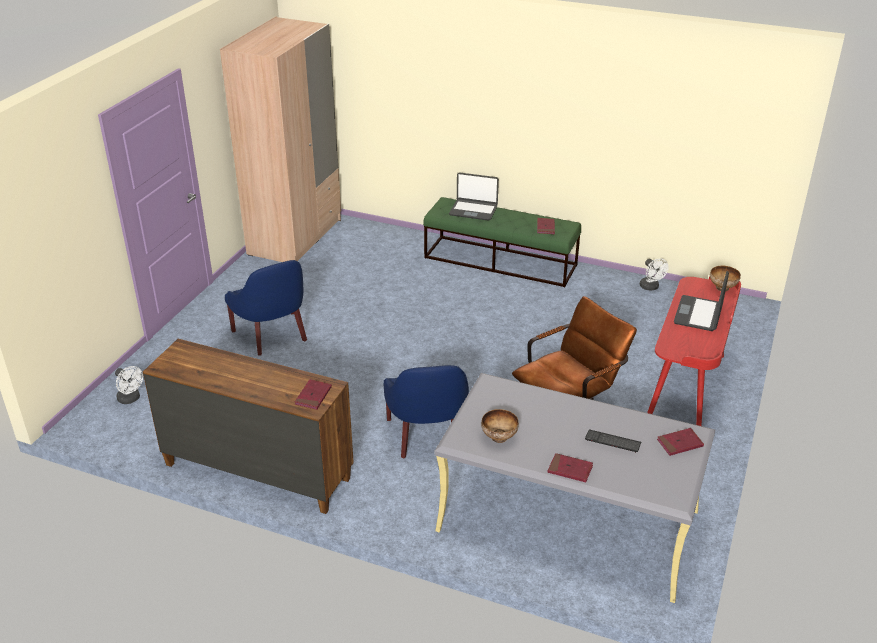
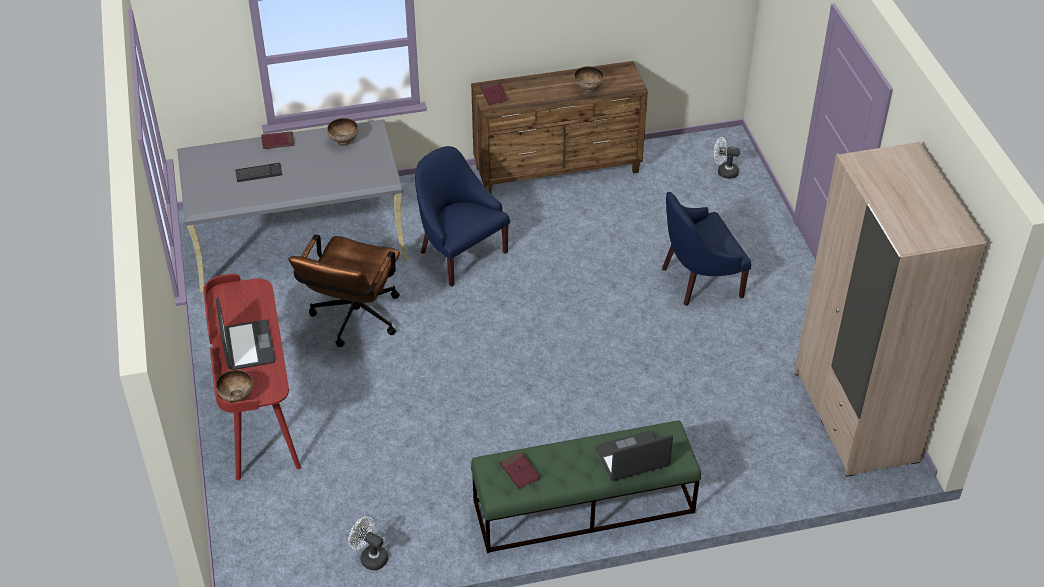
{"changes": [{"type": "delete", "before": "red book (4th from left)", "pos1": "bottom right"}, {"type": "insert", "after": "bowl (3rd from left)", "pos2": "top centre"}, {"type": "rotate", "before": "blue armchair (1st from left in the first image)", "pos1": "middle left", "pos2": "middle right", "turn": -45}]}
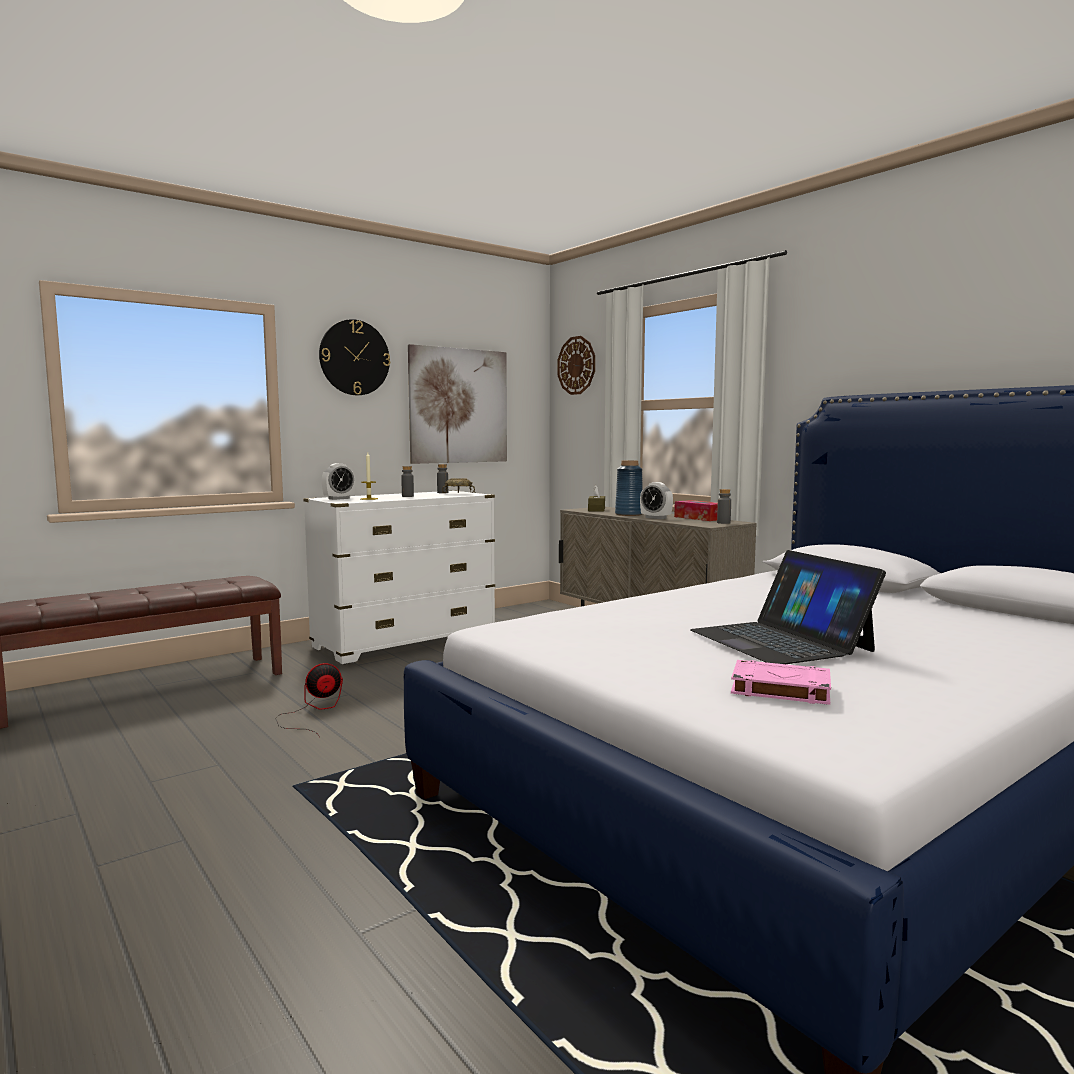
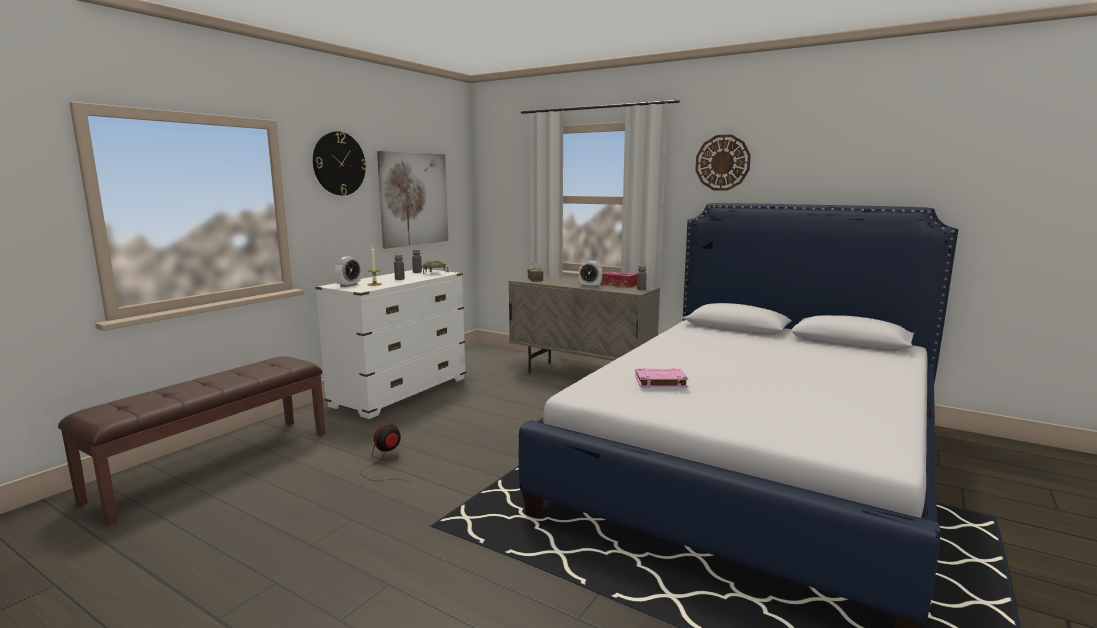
{"changes": [{"type": "delete", "before": "blue vase", "pos1": "centre"}, {"type": "delete", "before": "laptop", "pos1": "middle right"}, {"type": "move", "before": "wall clock (2nd from left)", "pos1": "centre", "pos2": "top centre"}, {"type": "move", "before": "pink book", "pos1": "middle right", "pos2": "centre"}]}
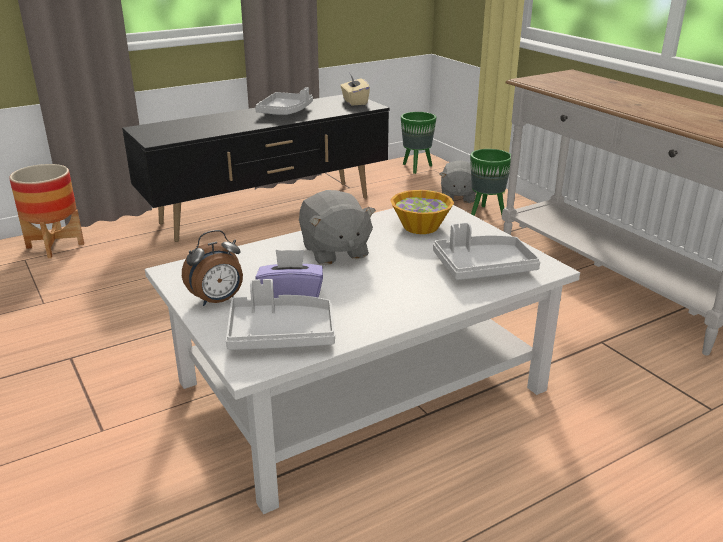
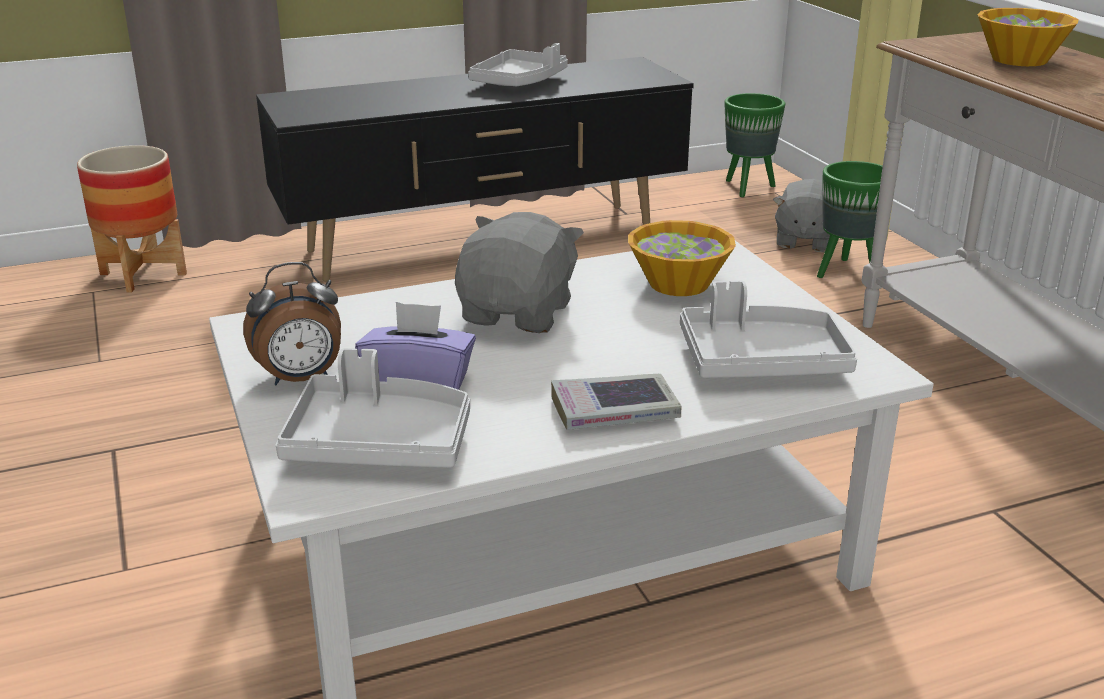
{"changes": [{"type": "delete", "before": "beige tissue box", "pos1": "top centre"}, {"type": "insert", "after": "book", "pos2": "centre"}, {"type": "insert", "after": "bowl (2nd from left)", "pos2": "top right"}, {"type": "rotate", "before": "grey plush toy (1st from left)", "pos1": "centre", "pos2": "centre", "turn": -150}]}
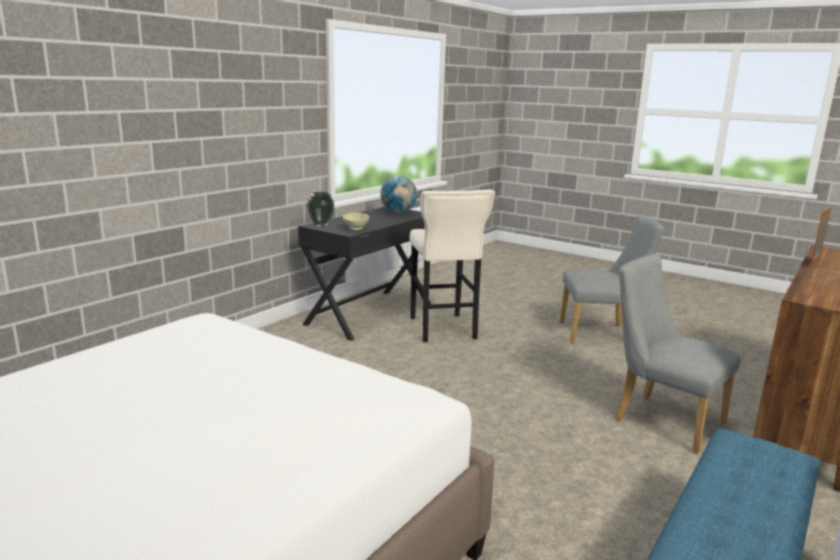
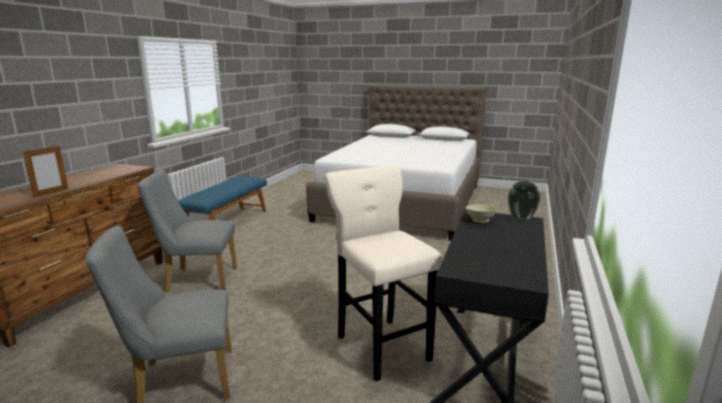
{"changes": [{"type": "delete", "before": "globe", "pos1": "centre"}, {"type": "rotate", "before": "grey chair (2nd from left)", "pos1": "middle right", "pos2": "middle left", "turn": 150}]}
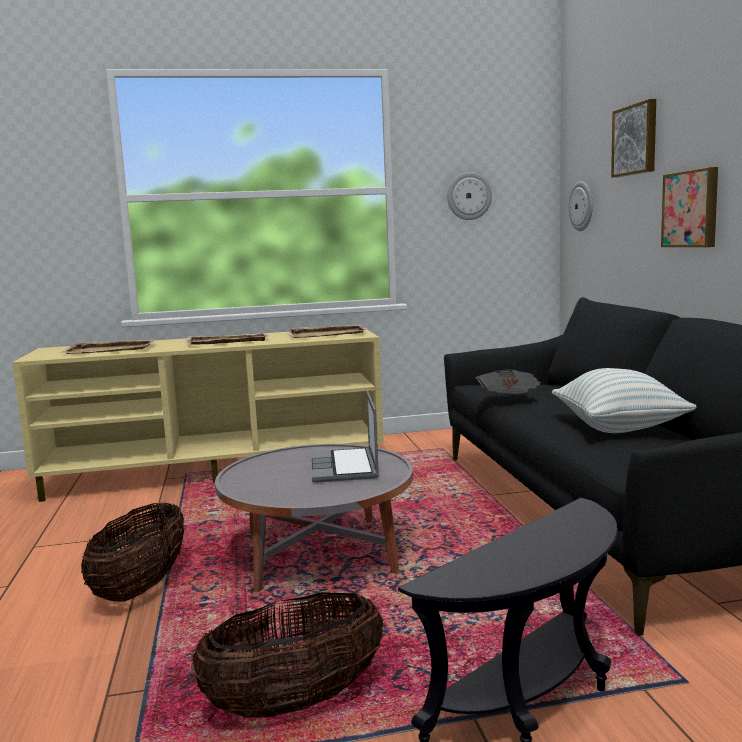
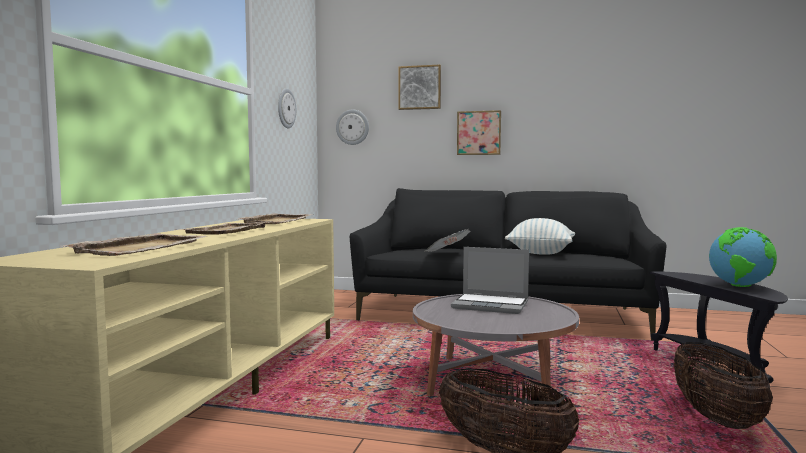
{"changes": [{"type": "insert", "after": "globe", "pos2": "middle right"}]}
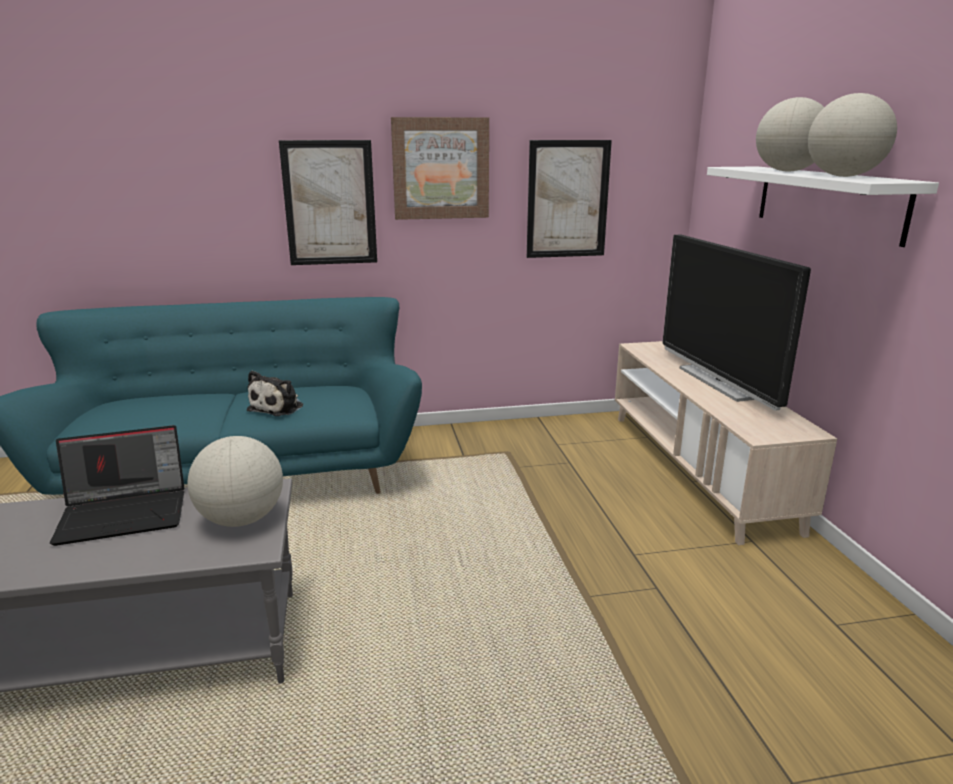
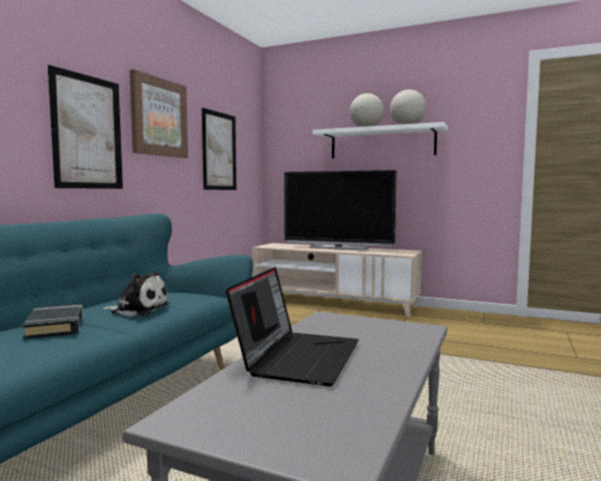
{"changes": [{"type": "delete", "before": "globe (1st from left)", "pos1": "middle left"}, {"type": "insert", "after": "black book", "pos2": "bottom left"}, {"type": "rotate", "before": "plush toy", "pos1": "middle left", "pos2": "middle left", "turn": -45}]}
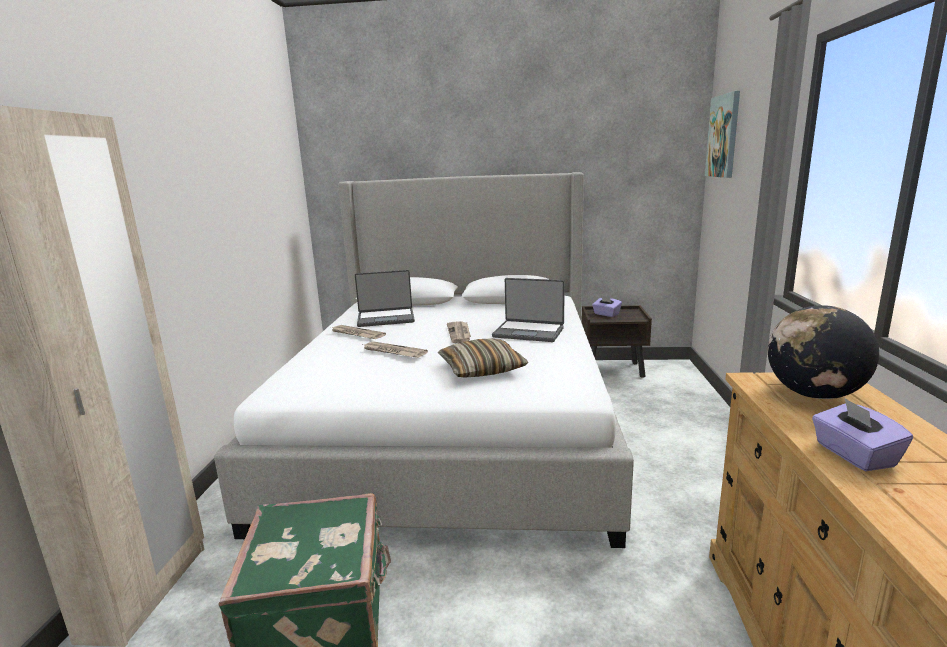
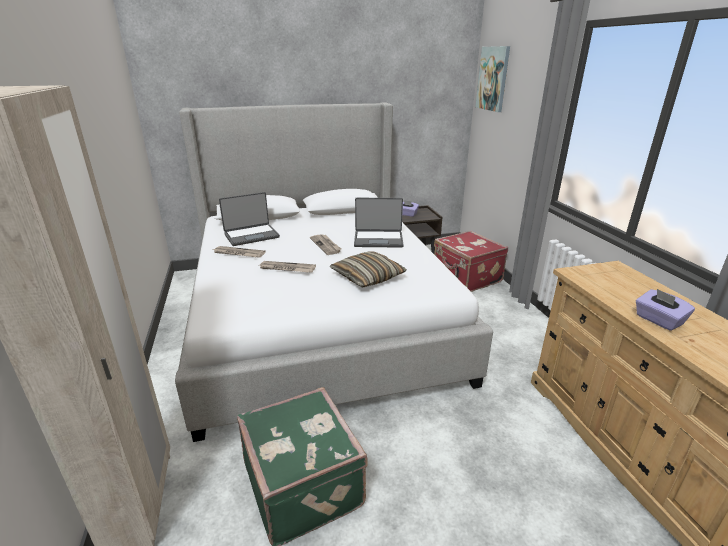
{"changes": [{"type": "delete", "before": "globe", "pos1": "middle right"}, {"type": "insert", "after": "red suitcase", "pos2": "centre"}]}
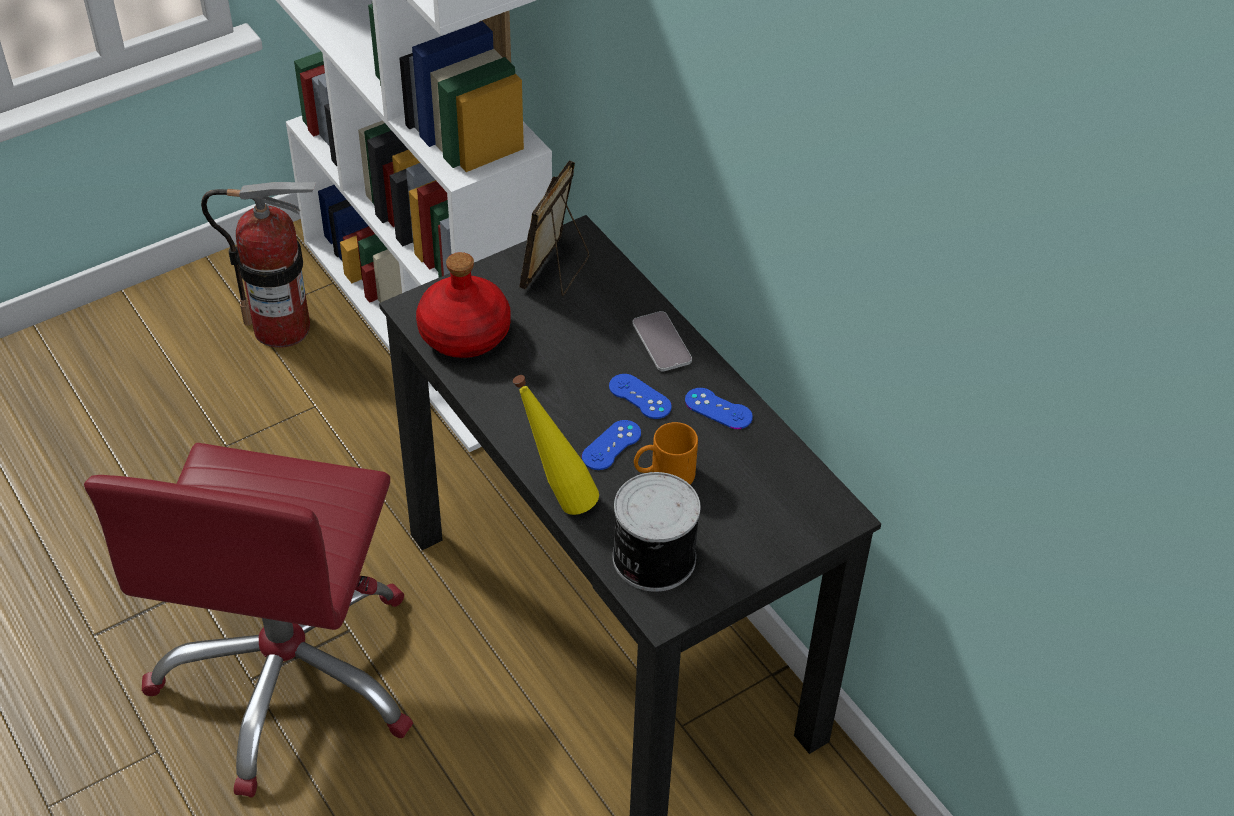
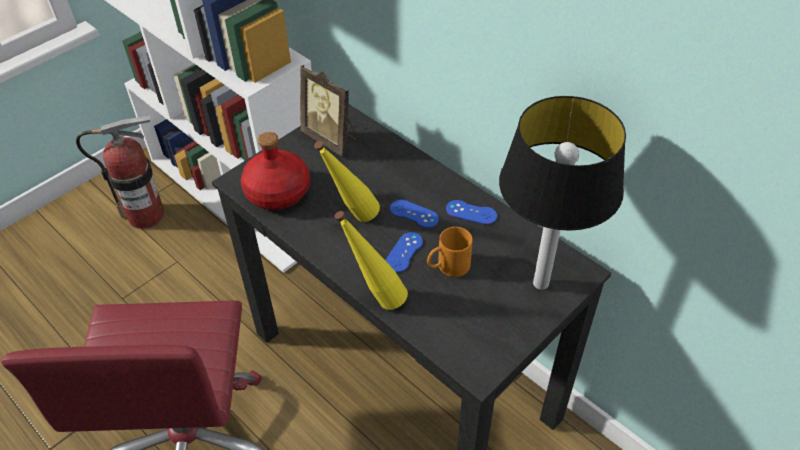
{"changes": [{"type": "delete", "before": "can", "pos1": "centre"}, {"type": "delete", "before": "phone", "pos1": "centre"}, {"type": "insert", "after": "yellow bottle (1st from left)", "pos2": "centre"}, {"type": "insert", "after": "table lamp", "pos2": "middle right"}, {"type": "rotate", "before": "picture frame", "pos1": "top centre", "pos2": "top centre", "turn": -60}]}
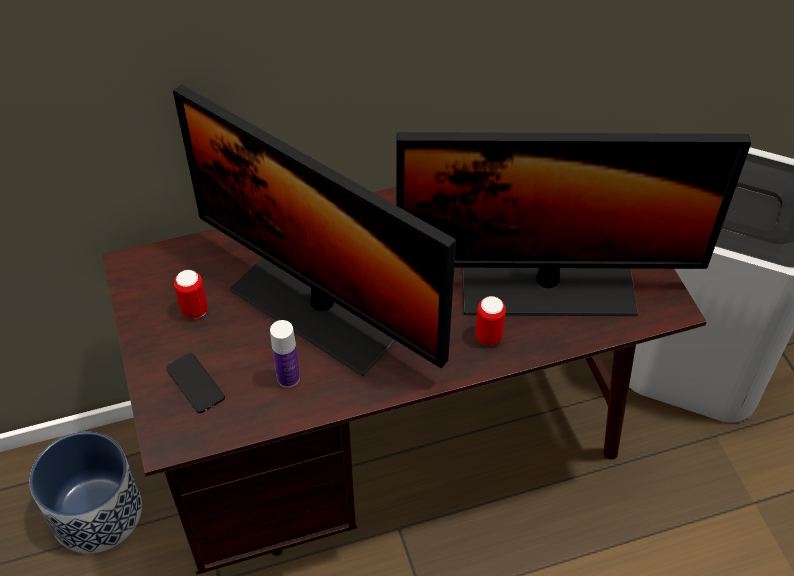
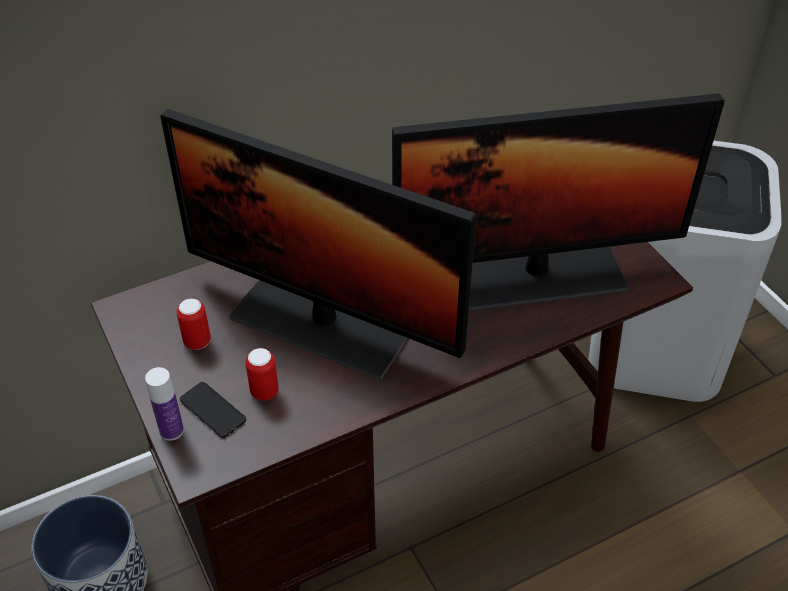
{"changes": [{"type": "move", "before": "bottle", "pos1": "centre", "pos2": "bottom left"}, {"type": "move", "before": "can (2nd from left)", "pos1": "centre", "pos2": "middle left"}]}
